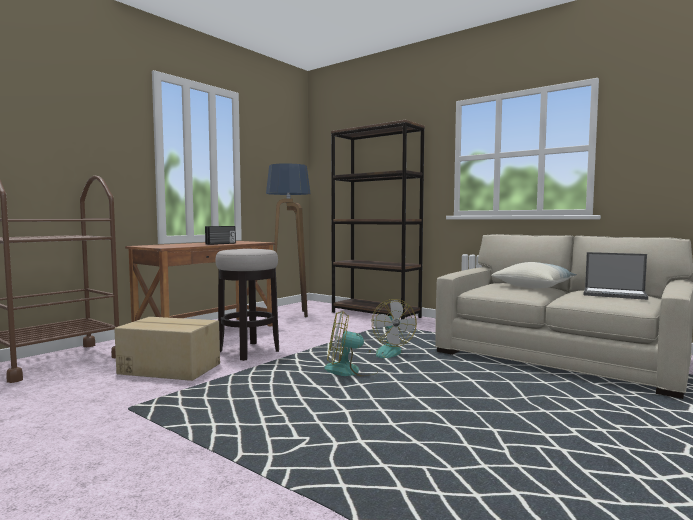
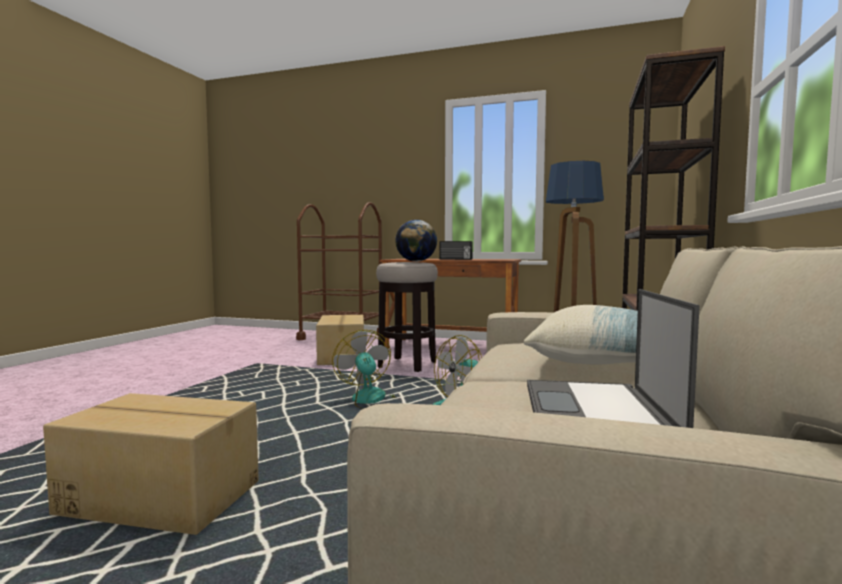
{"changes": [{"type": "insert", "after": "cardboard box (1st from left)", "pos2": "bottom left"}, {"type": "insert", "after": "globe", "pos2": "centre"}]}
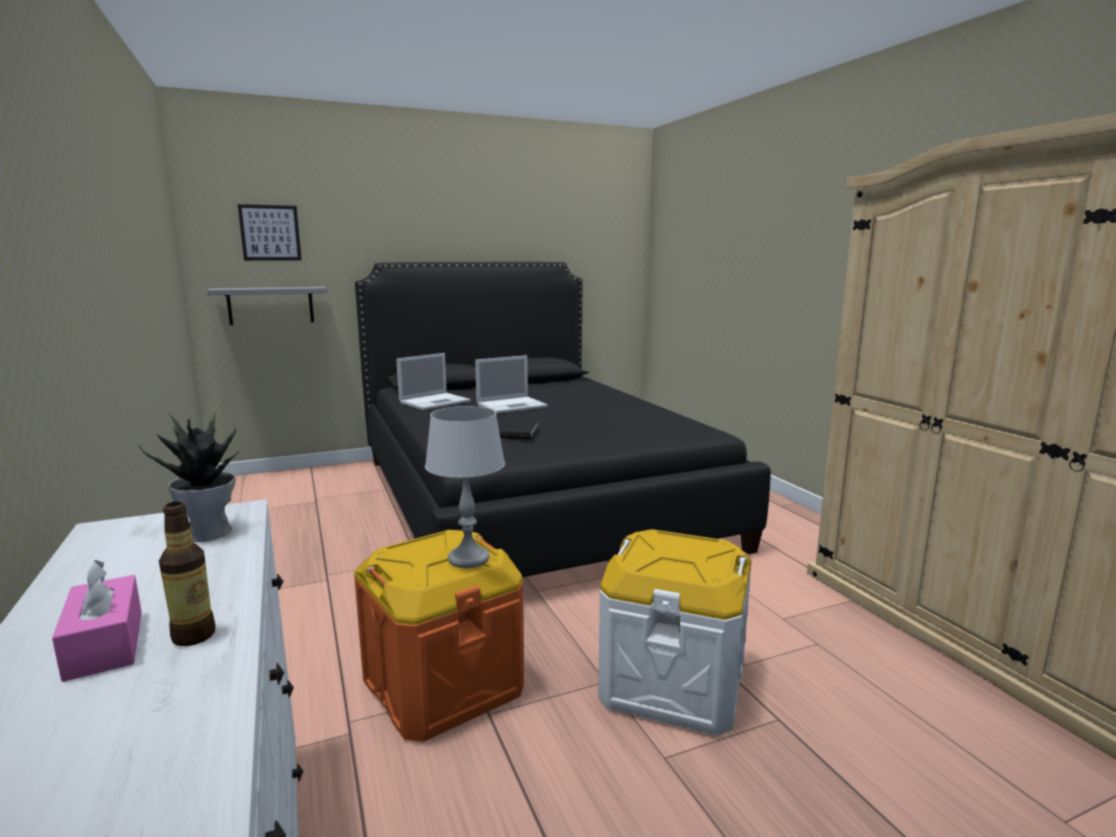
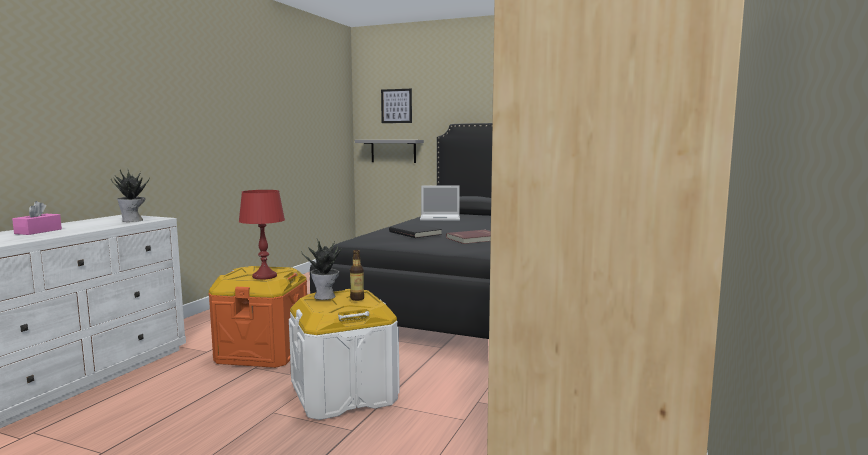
{"changes": [{"type": "delete", "before": "laptop (2nd from left)", "pos1": "centre"}, {"type": "insert", "after": "potted plant (2nd from left)", "pos2": "centre"}, {"type": "insert", "after": "red book", "pos2": "centre"}, {"type": "move", "before": "bottle", "pos1": "bottom left", "pos2": "centre"}, {"type": "recolor", "before": "grey table lamp", "after": "red table lamp", "pos1": "centre", "pos2": "middle left"}]}
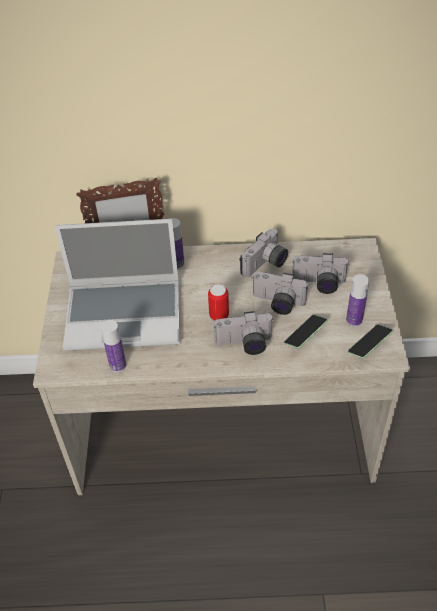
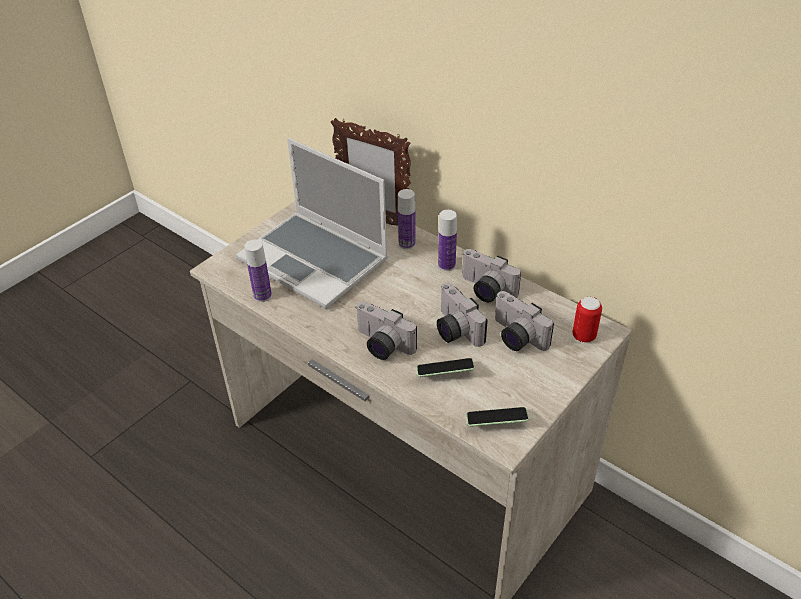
{"changes": [{"type": "move", "before": "can", "pos1": "centre", "pos2": "middle right"}, {"type": "move", "before": "bottle (3rd from left)", "pos1": "middle right", "pos2": "centre"}, {"type": "rotate", "before": "photo camera (2nd from left in the first image)", "pos1": "centre", "pos2": "centre", "turn": 45}]}
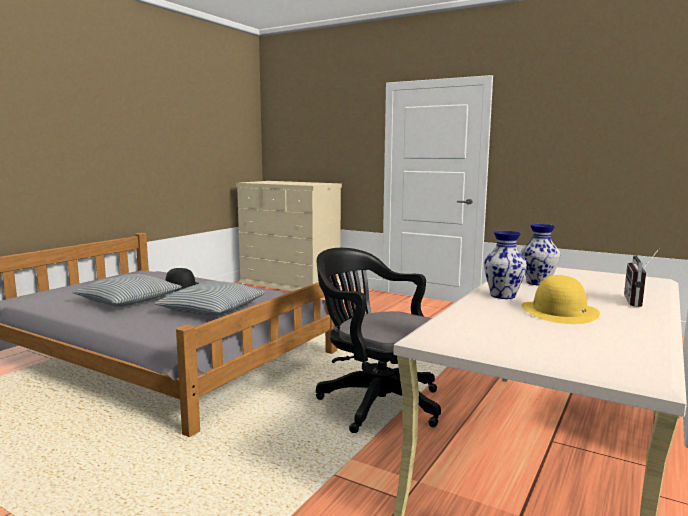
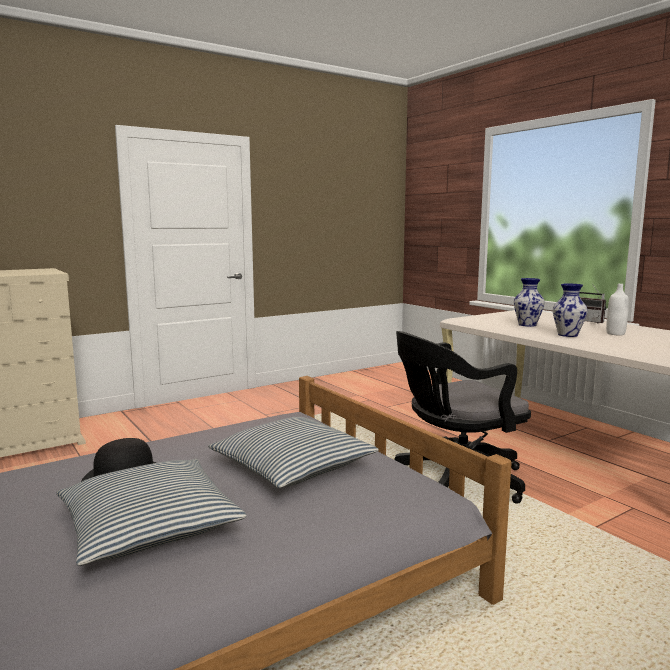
{"changes": [{"type": "replace", "before": "yellow hat", "after": "white bottle", "pos1": "middle right", "pos2": "middle right"}]}
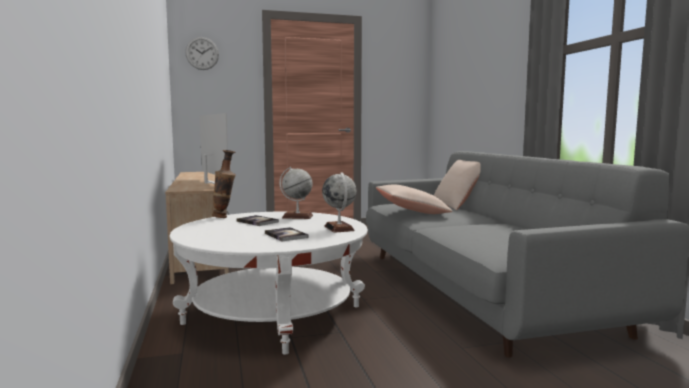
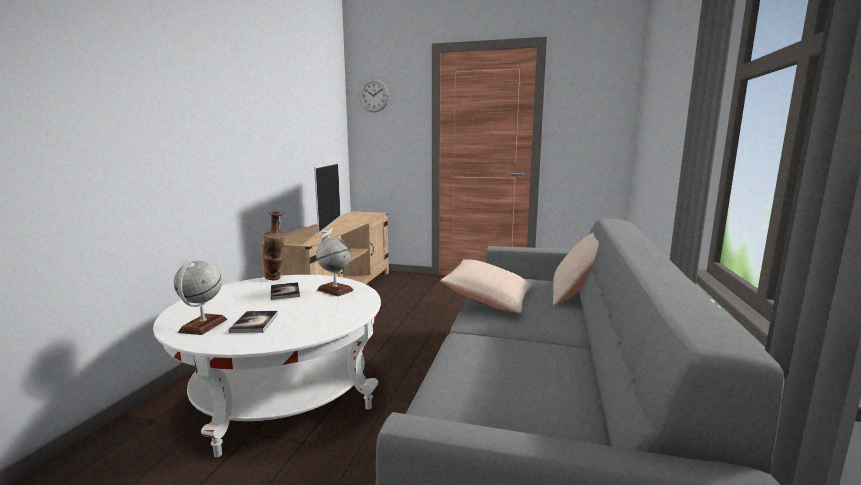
{"changes": [{"type": "move", "before": "globe (2nd from left in the first image)", "after": "globe (1st from left)", "pos1": "centre", "pos2": "middle left"}]}
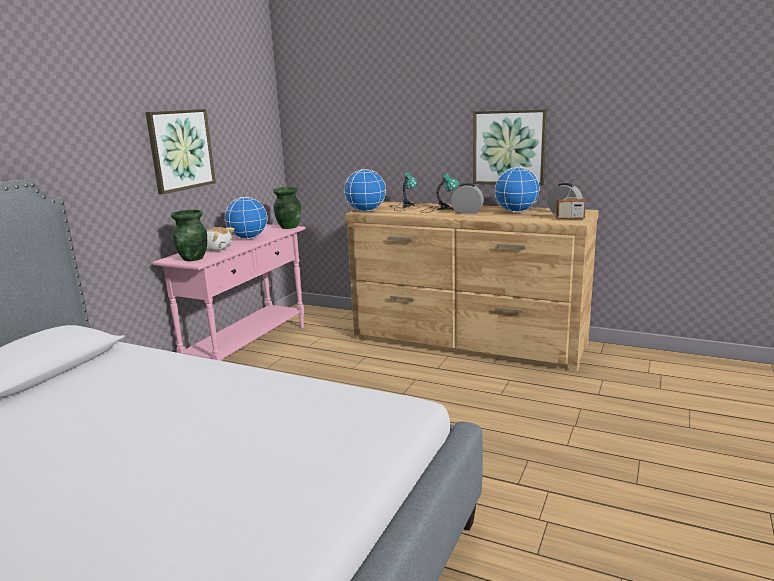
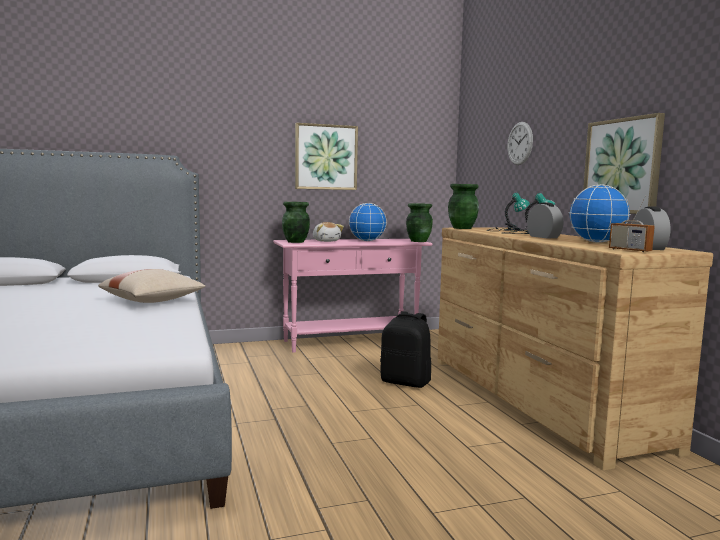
{"changes": [{"type": "insert", "after": "beige pillow", "pos2": "middle left"}, {"type": "insert", "after": "black backpack", "pos2": "centre"}, {"type": "insert", "after": "wall clock", "pos2": "top right"}, {"type": "replace", "before": "globe (2nd from left)", "after": "green vase (3rd from left)", "pos1": "top centre", "pos2": "centre"}]}
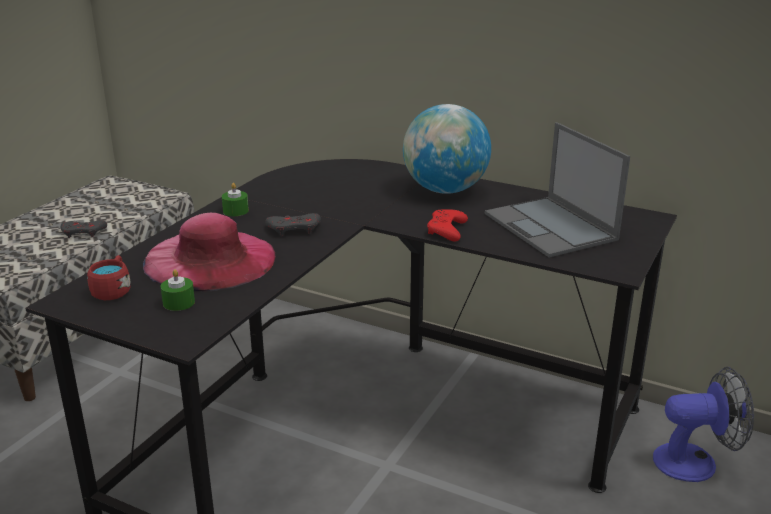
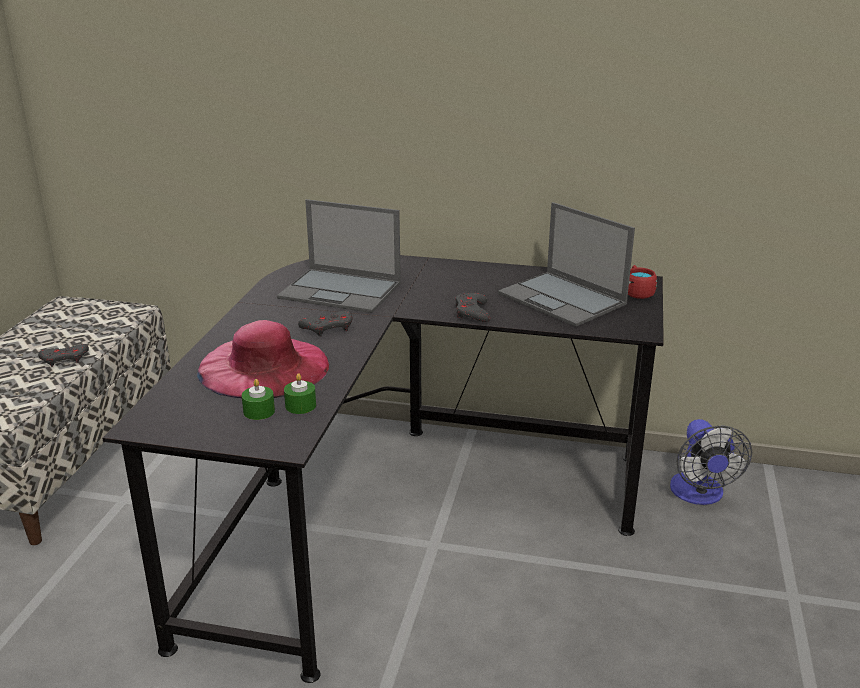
{"changes": [{"type": "delete", "before": "globe", "pos1": "top centre"}, {"type": "insert", "after": "laptop (1st from left)", "pos2": "centre"}, {"type": "move", "before": "red mug", "pos1": "middle left", "pos2": "middle right"}, {"type": "move", "before": "green candle (2nd from left)", "pos1": "middle left", "pos2": "centre"}, {"type": "recolor", "before": "red game controller", "after": "grey game controller (3rd from left)", "pos1": "centre", "pos2": "centre"}, {"type": "rotate", "before": "fan", "pos1": "bottom right", "pos2": "bottom right", "turn": 105}]}
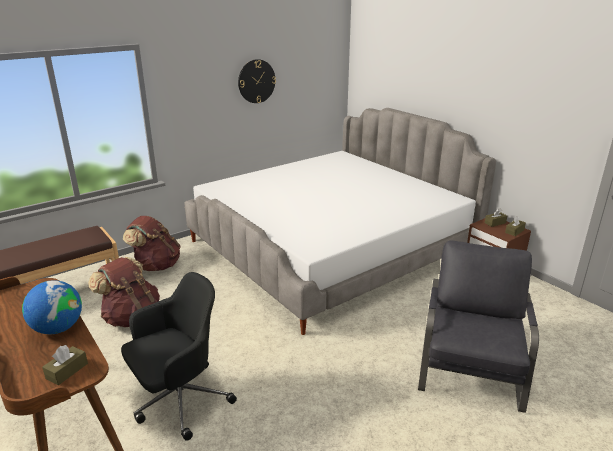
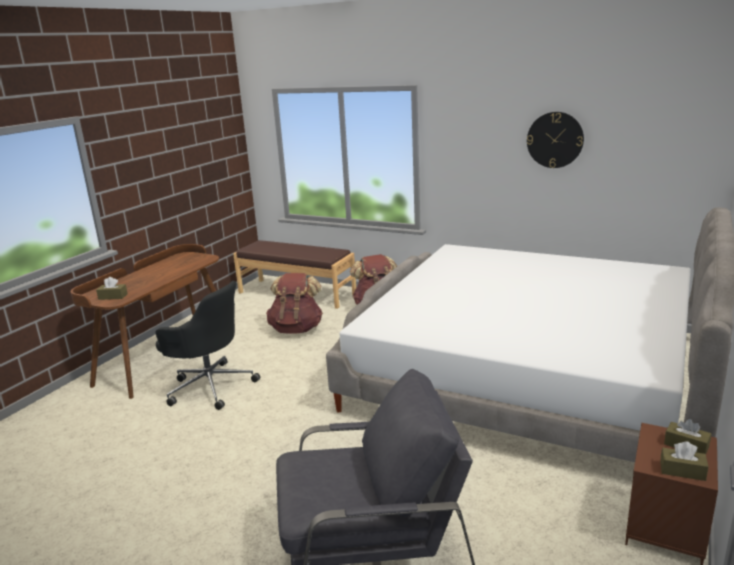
{"changes": [{"type": "delete", "before": "globe", "pos1": "bottom left"}]}
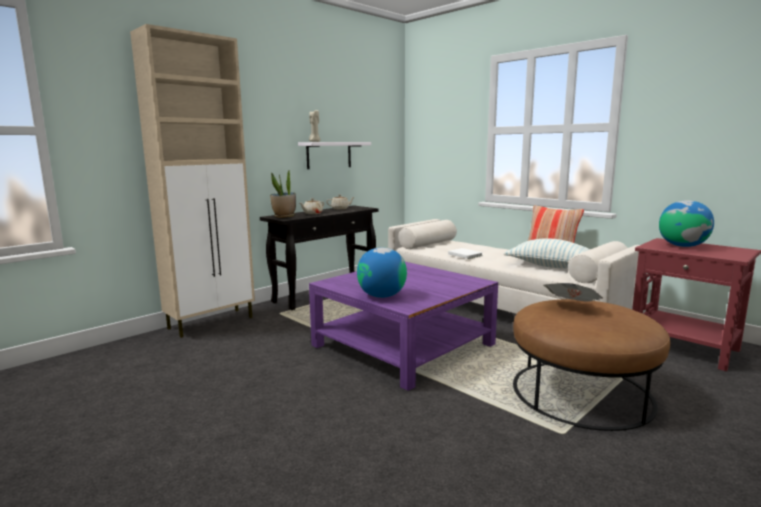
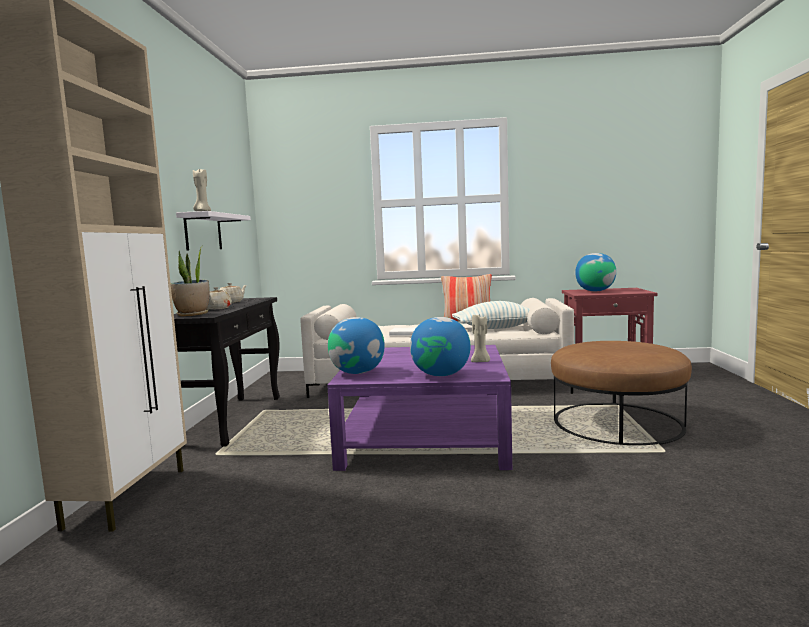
{"changes": [{"type": "delete", "before": "newspaper", "pos1": "middle right"}, {"type": "insert", "after": "globe (1st from left)", "pos2": "centre"}, {"type": "insert", "after": "beige candle (2nd from left)", "pos2": "centre"}]}
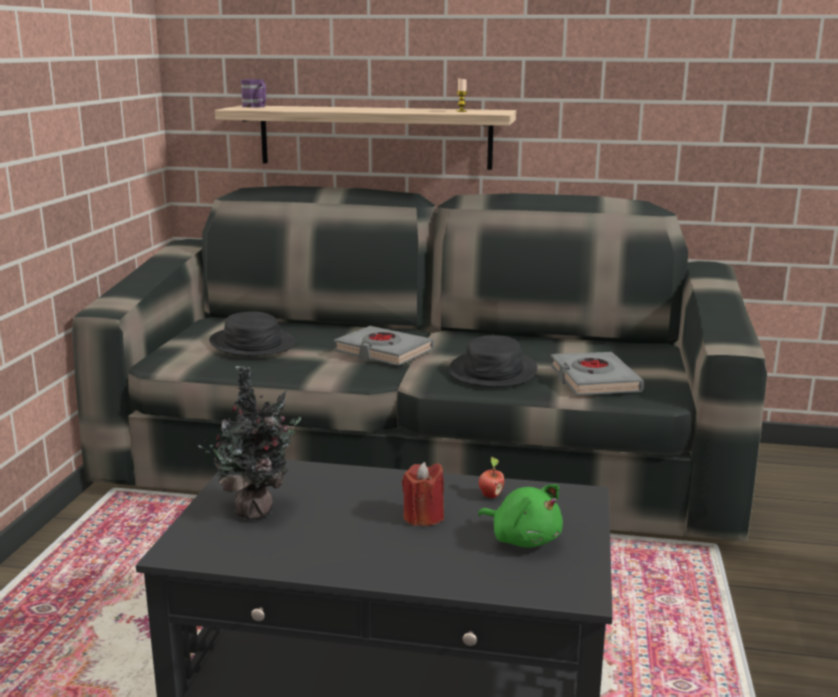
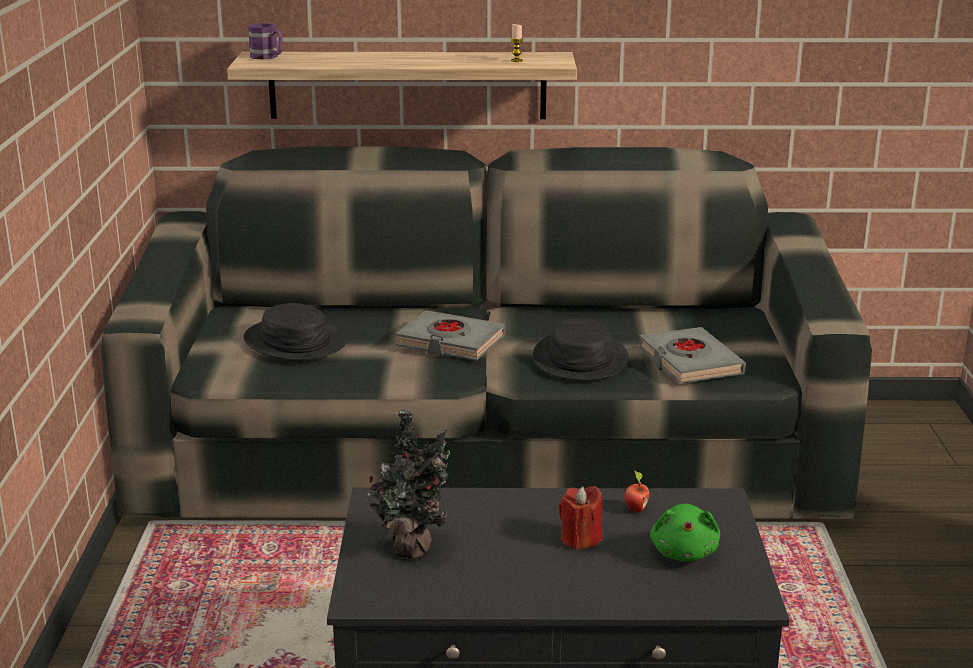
{"changes": [{"type": "rotate", "before": "green plush toy", "pos1": "bottom centre", "pos2": "bottom right", "turn": 60}]}
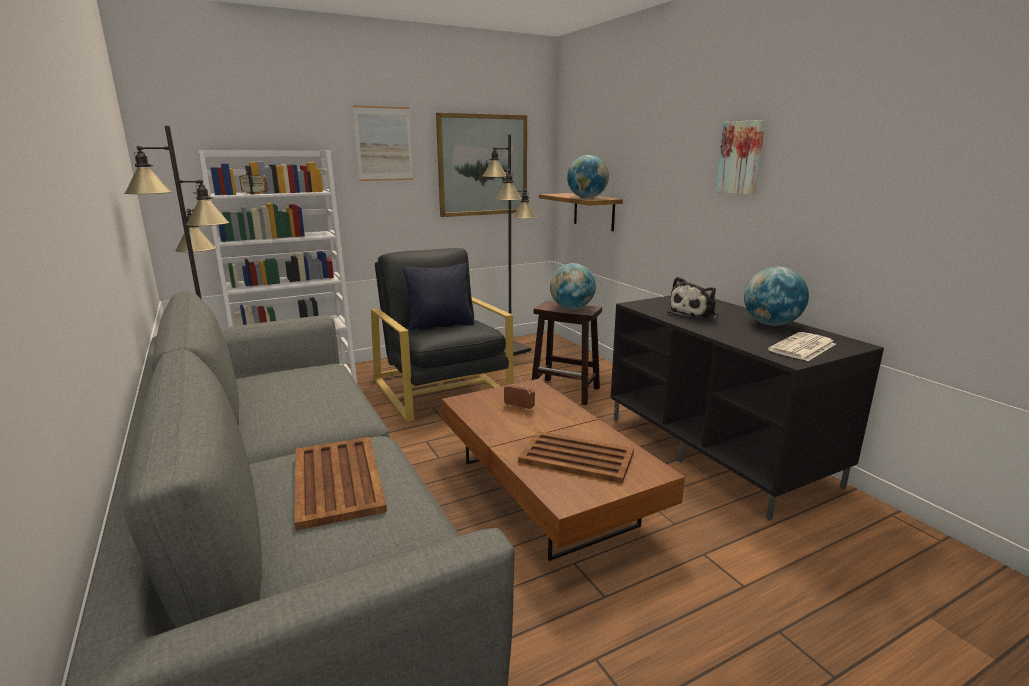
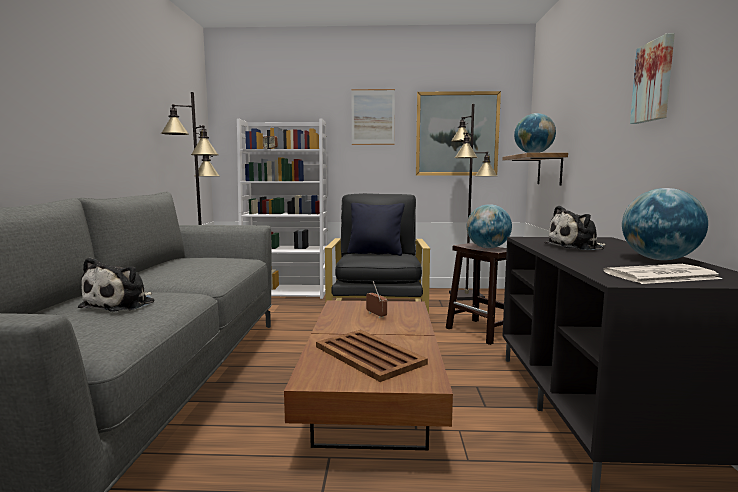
{"changes": [{"type": "replace", "before": "brown tray (1st from left)", "after": "plush toy (1st from left)", "pos1": "bottom left", "pos2": "middle left"}]}
